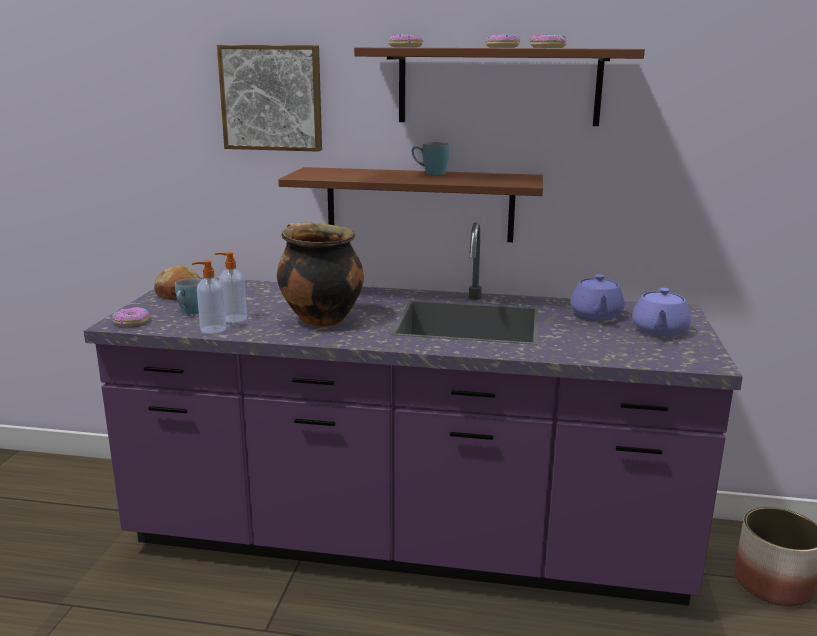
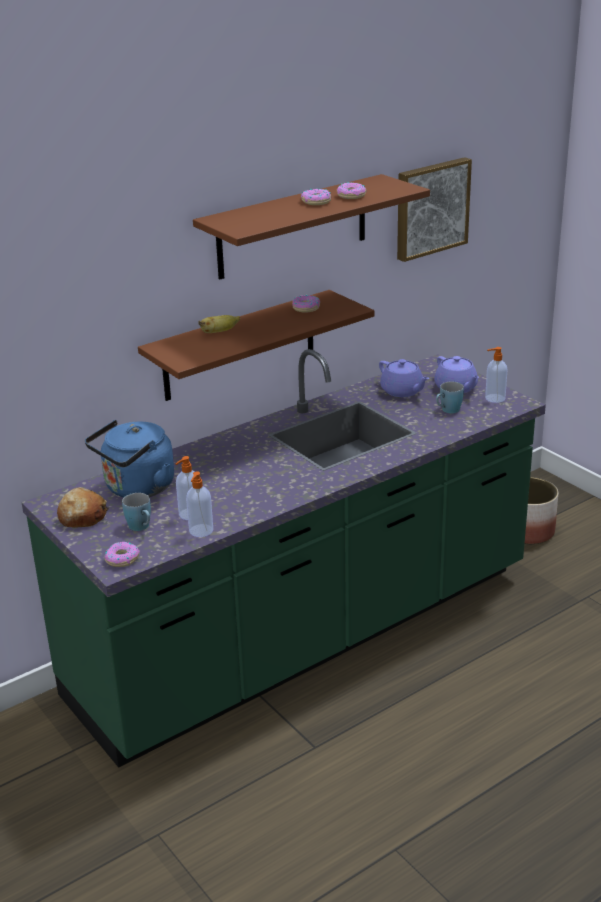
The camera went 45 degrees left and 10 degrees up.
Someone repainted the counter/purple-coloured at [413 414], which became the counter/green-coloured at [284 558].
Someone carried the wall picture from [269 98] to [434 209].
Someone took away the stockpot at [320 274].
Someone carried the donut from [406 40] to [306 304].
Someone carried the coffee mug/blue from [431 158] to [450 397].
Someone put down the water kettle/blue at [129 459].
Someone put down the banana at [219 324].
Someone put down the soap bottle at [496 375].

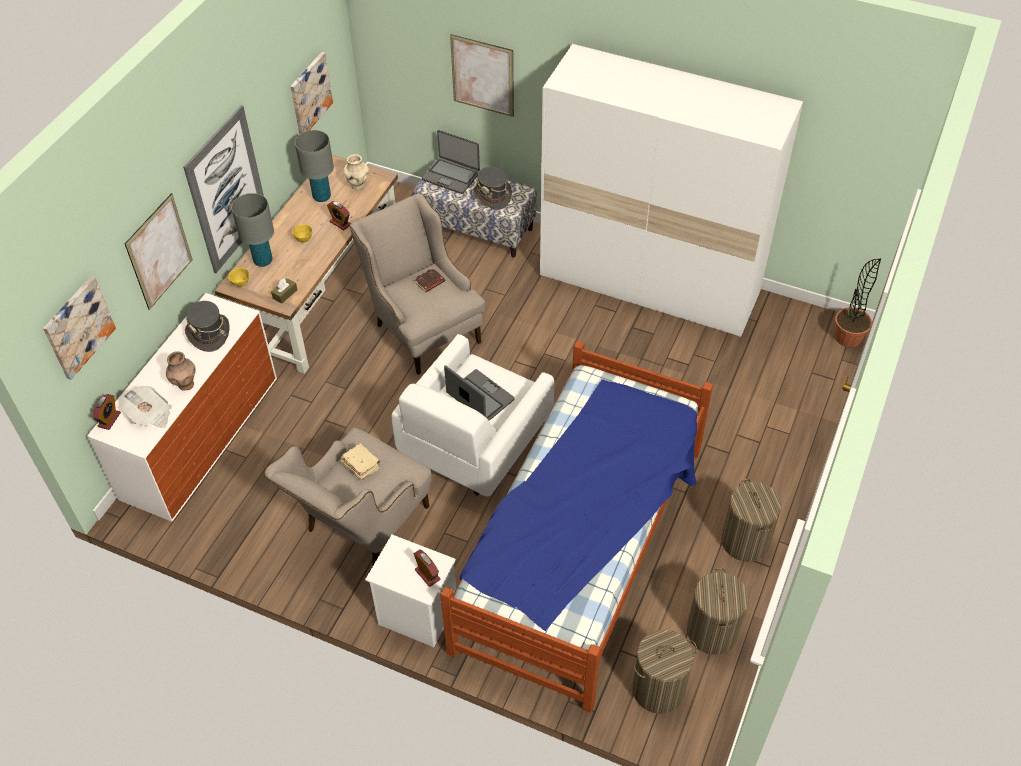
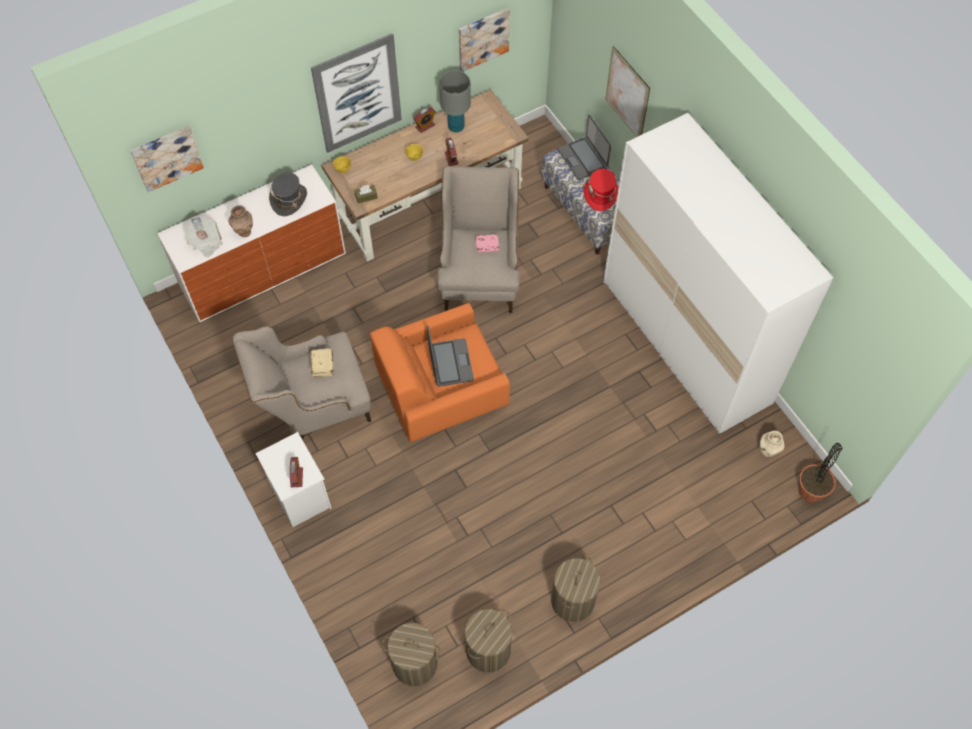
The camera went 35 degrees right and 10 degrees up.
Someone carried the bedside clock from [106 412] to [424 120].
Someone took away the wall picture at [159 251].
Someone took away the table lamp/gray at [252 230].
Someone carried the vase/sand-coloured from [356 172] to [772 444].
Someone repainted the easy chair/white at [472 415], which became the easy chair/orange at [440 372].
Someone repainted the bound book/brownish at [429 280], which became the bound book/pinkish at [487 243].
Someone took away the sleeping bed at [576 527].
Someone repainted the wearable hat/gray at [492 188], which became the wearable hat/red-coloured at [601 190].

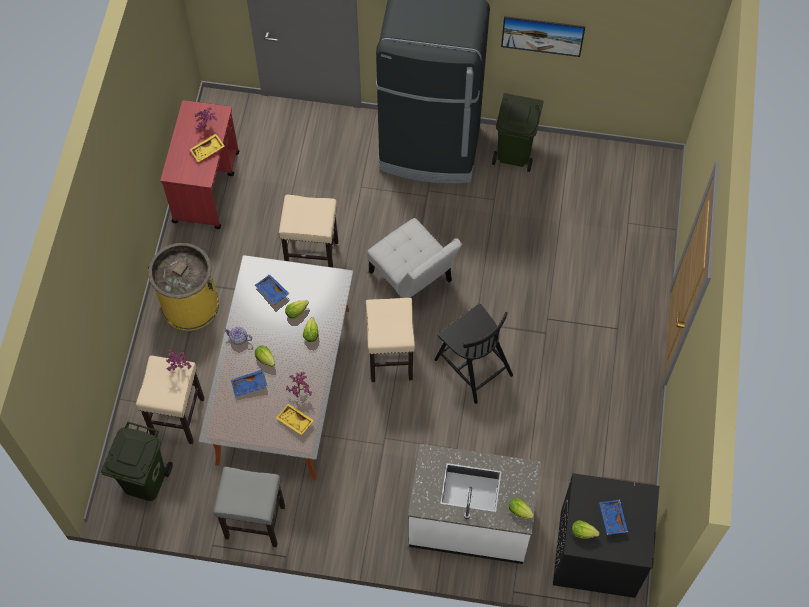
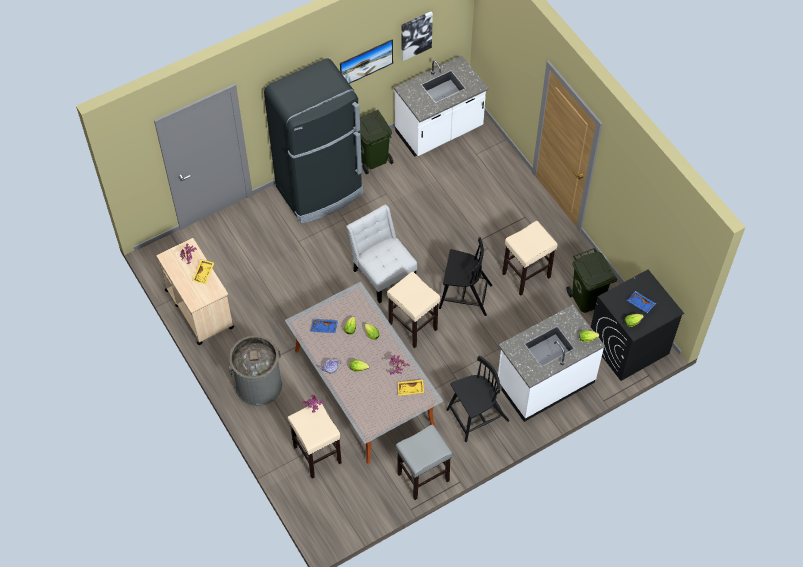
The camera went 40 degrees left and 5 degrees down.
Someone carried the trash can/green-coloured from [137 461] to [591 280].
Someone repainted the trash can/yellowish at [183 287], which became the trash can/gray at [255 370].
Someone repainted the wheeled cart/red-coloured at [200 164], which became the wheeled cart/sand-coloured at [195 291].
Someone took away the carrying tray/blue at [249 383].
Someone carried the stool seat/sand-coloured from [308 231] to [530 258].
Someone rotated the plain chair/white at [414 258] by 135 degrees counterclockwise.
Someone put down the counter/white at [441 106].
Someone put up the wall picture at [417 36].
Someone put down the plain chair/black-coloured at [477 399].

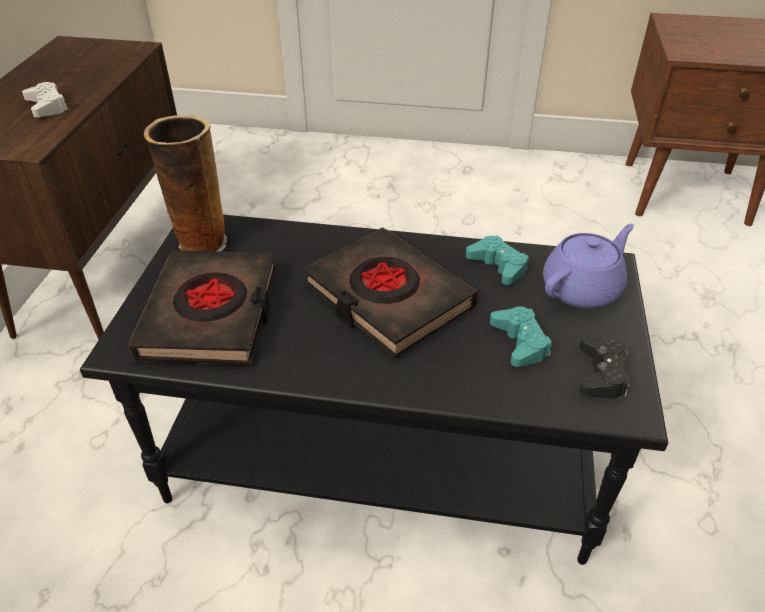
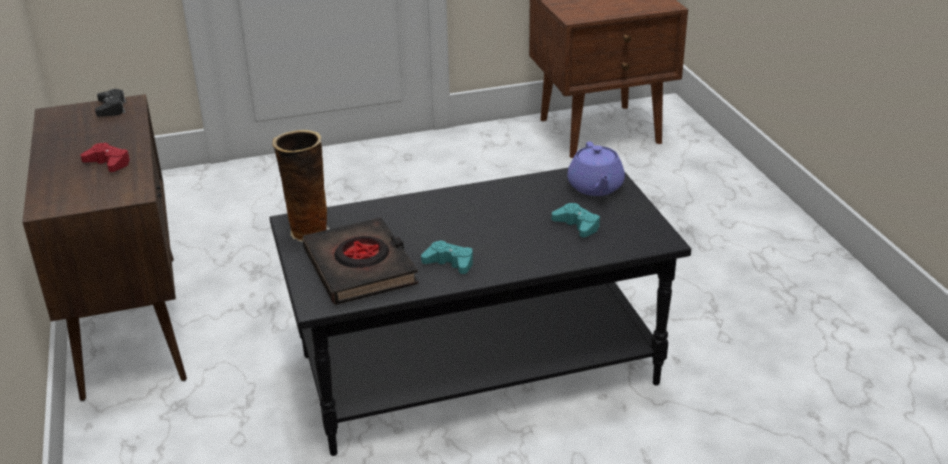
The camera went 25 degrees left and 10 degrees down.
Someone repainted the game controller/white at [45 99], which became the game controller/red-coloured at [105 157].
Someone took away the bound book/black-coloured at [390 293].
Someone carried the game controller/turquoise-coloured from [497 260] to [447 257].
Someone rotated the pot for tea/purple-coloured at [588 266] by 150 degrees clockwise.
Someone carried the game controller/black-coloured from [604 367] to [110 102].

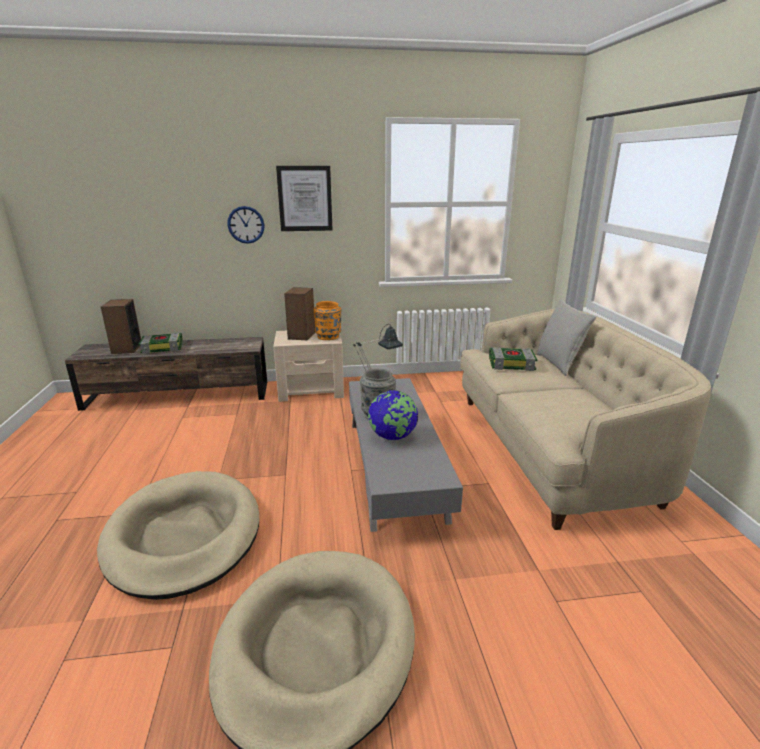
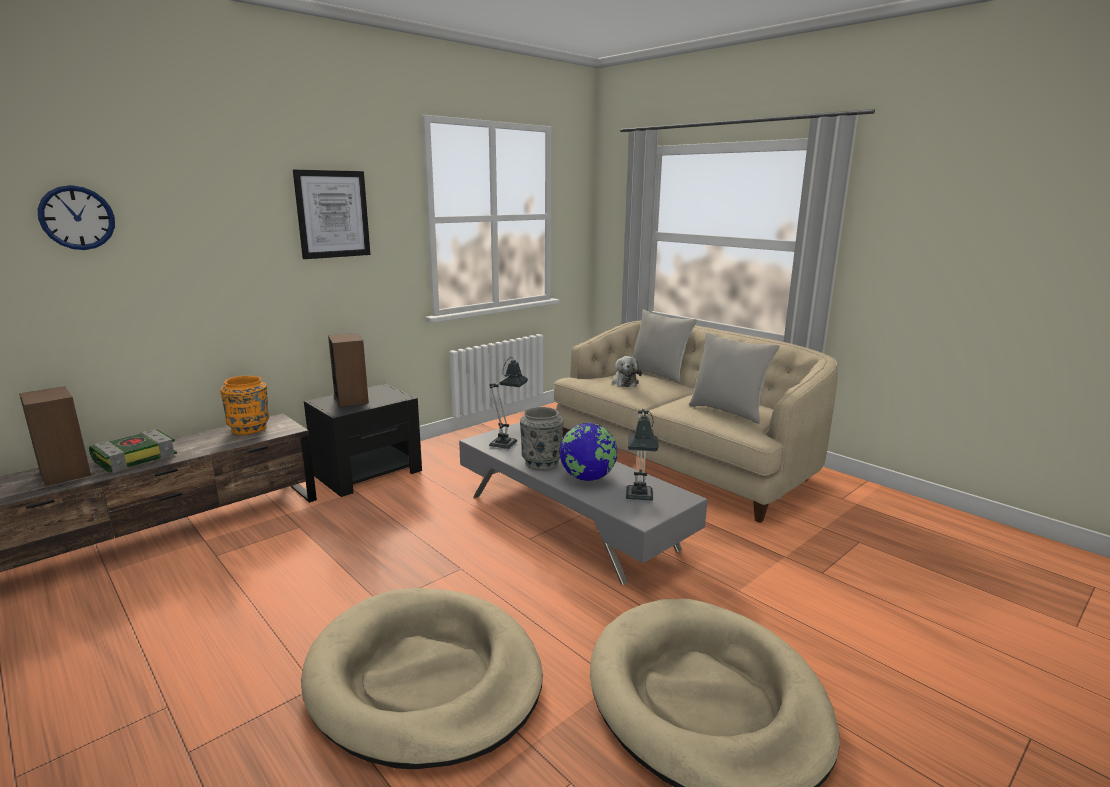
The camera went 35 degrees left and 5 degrees down.
Someone carried the wall clock from [245 225] to [76 217].
Someone repainted the bedside table/sand-coloured at [308 366], which became the bedside table/black-coloured at [363 440].
Someone carried the vase/orange from [327 320] to [244 405].
Someone swapped the bound book at [513 359] for the cuddly toy at [627 371].
Someone put down the table lamp at [642 455].
Someone put down the pillow/gray at [734 378].

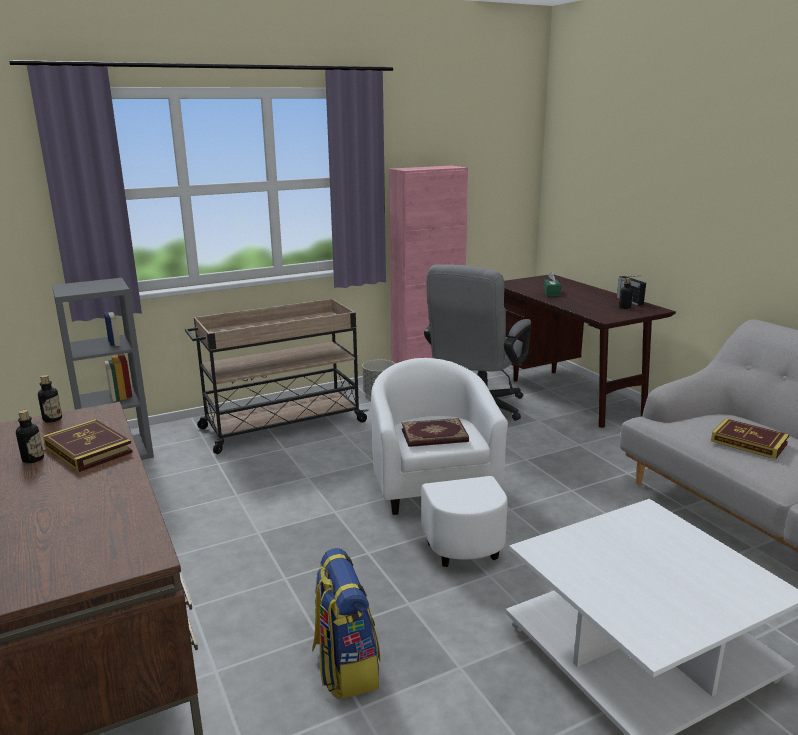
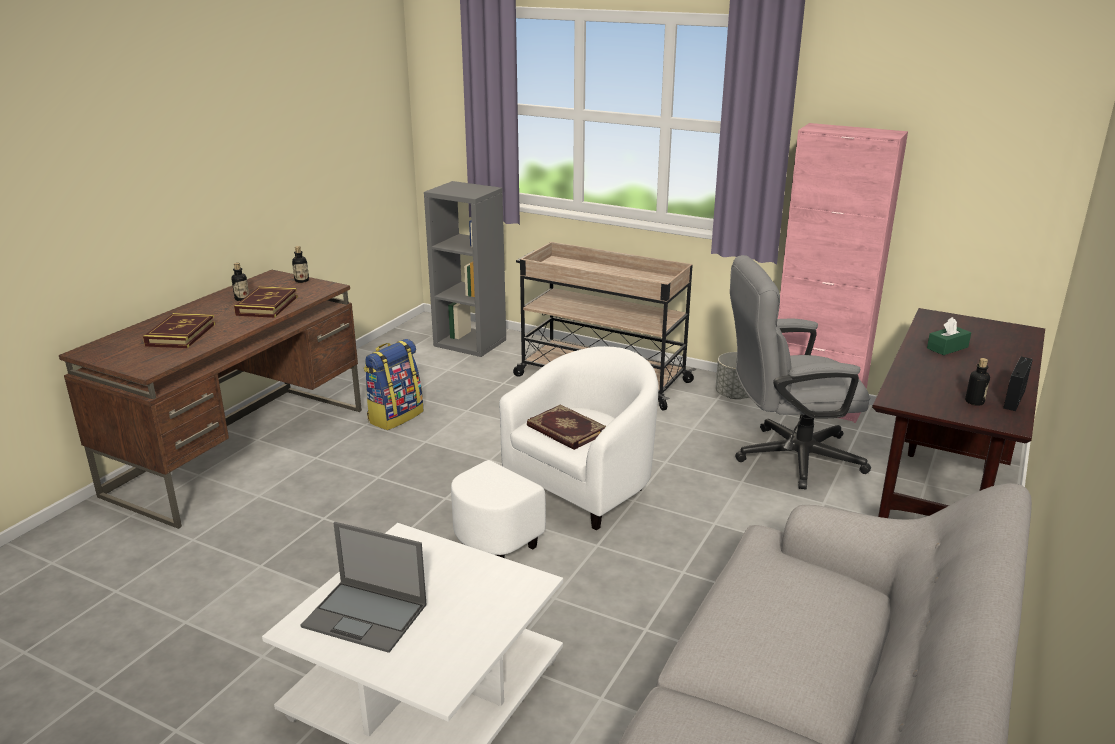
The camera went 55 degrees right and 5 degrees up.
Someone carried the backpack from [346 623] to [394 384].
Someone carried the bound book from [750 439] to [179 330].
Someone put down the laptop at [363 587].

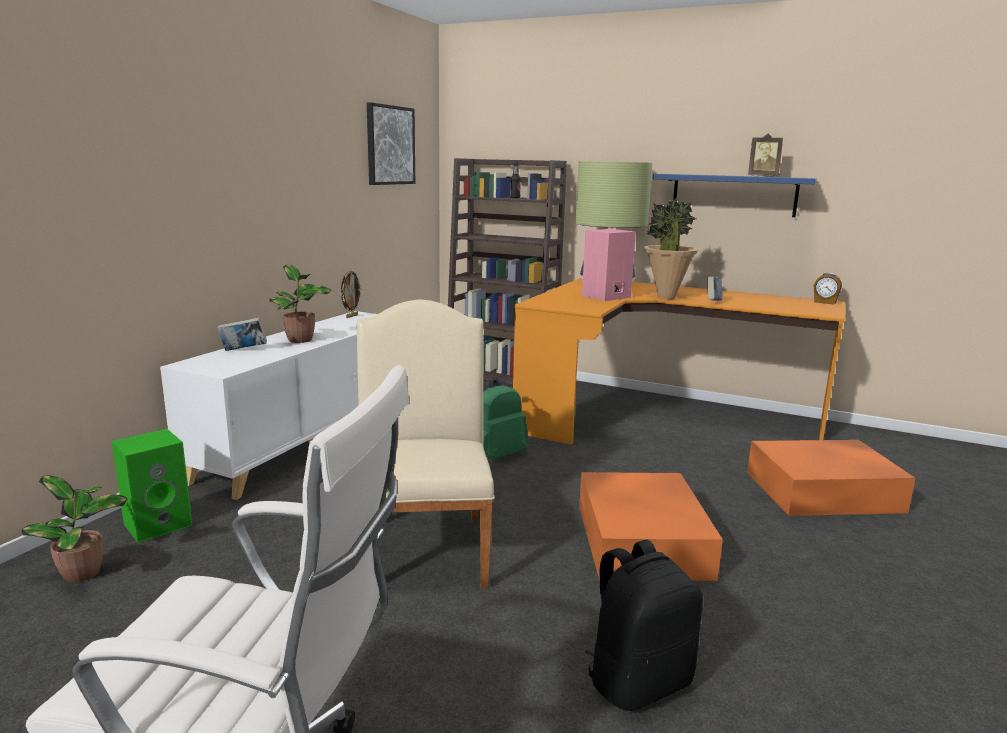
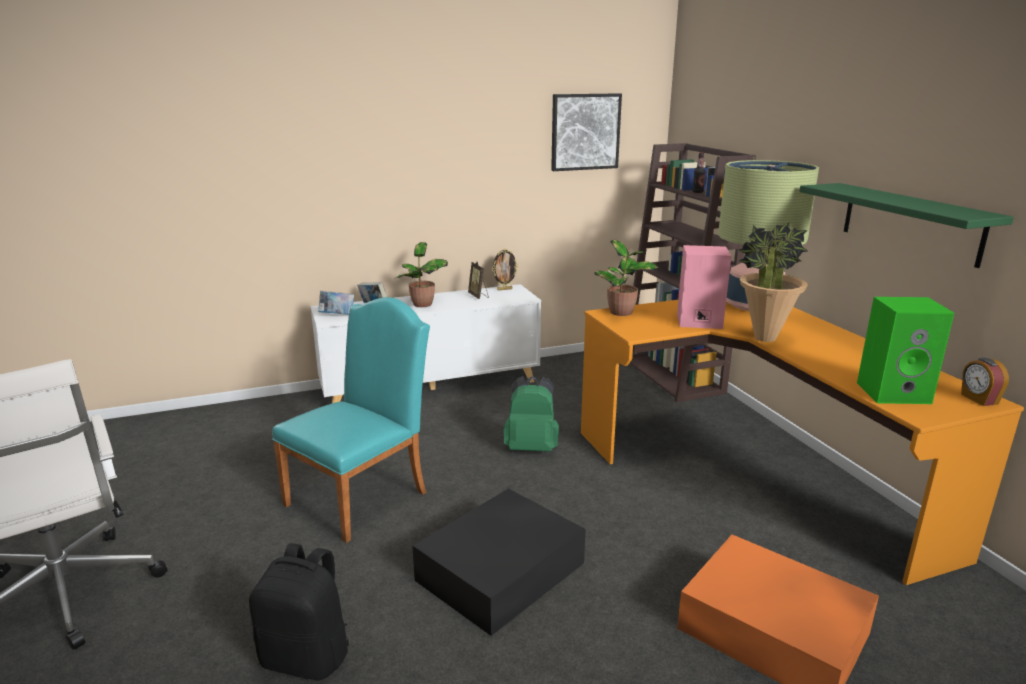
The camera went 45 degrees right and 5 degrees up.
Someone carried the potted plant from [74 529] to [627 278].
Someone carried the speaker/green-coloured from [152 486] to [905 350].
Someone repainted the plain chair/sand-coloured at [426 444], which became the plain chair/turquoise-coloured at [351 420].
Someone repainted the storage container/orange at [651 526], which became the storage container/black-coloured at [499 562].
Someone repainted the shelf/blue at [735 195], which became the shelf/green-coloured at [906 225].
Someone carried the bound book from [714 288] to [336 303].
Someone carried the picture frame from [765 155] to [478 280].

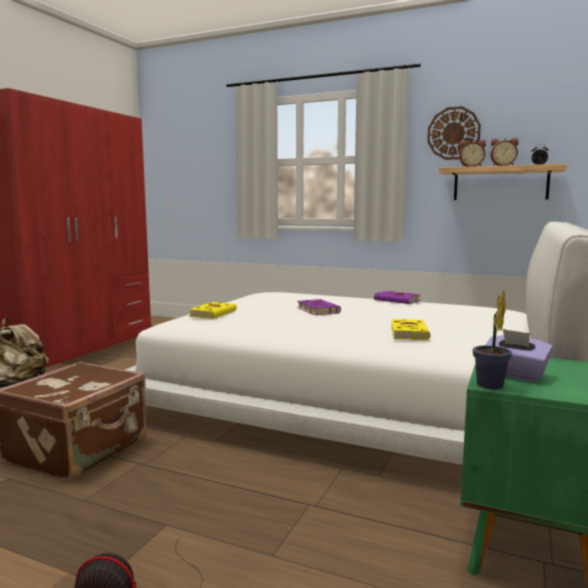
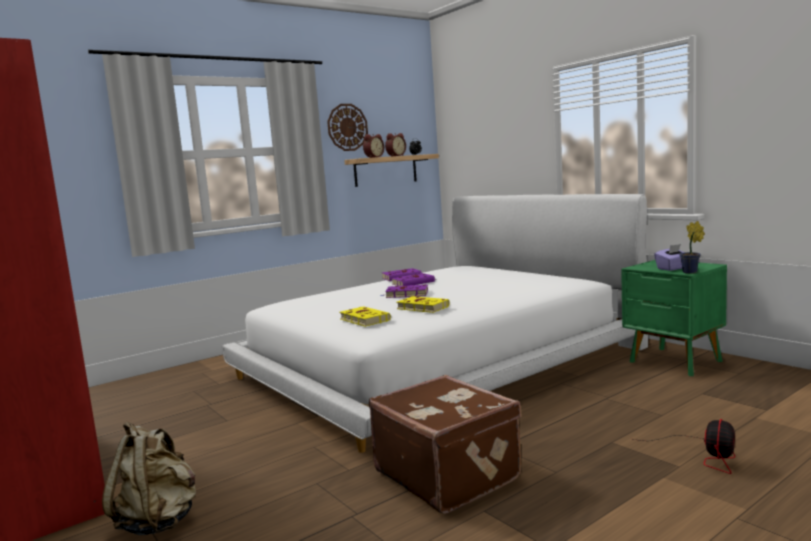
The camera went 60 degrees left and 0 degrees up.
Someone carried the bound book/yellowish from [411 329] to [423 304].
Someone put down the bound book/purple-coloured at [413 279].

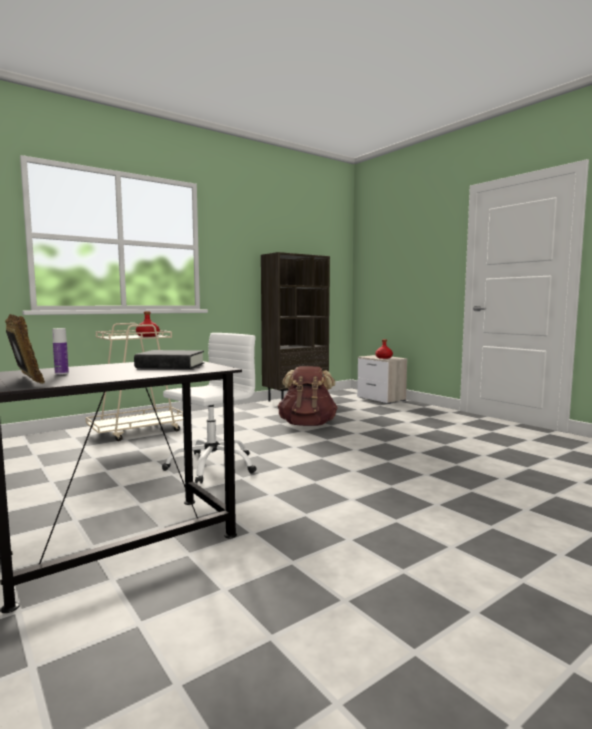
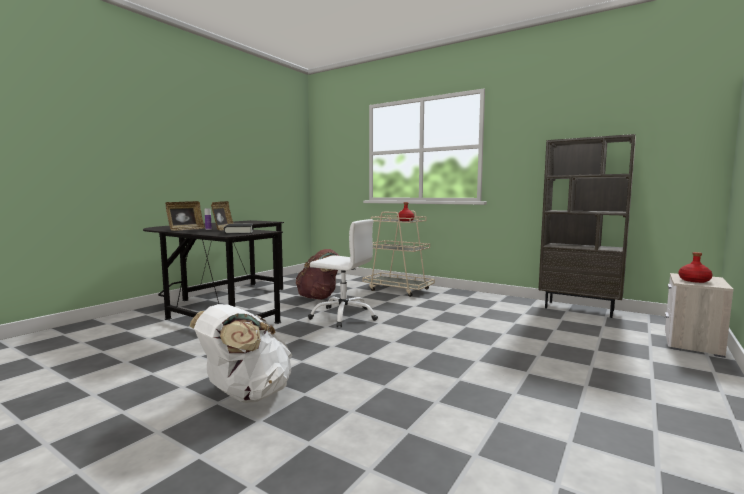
The camera went 70 degrees right and 0 degrees up.
Someone carried the backpack/brownish from [308 396] to [317 274].
Someone put down the backpack/white at [241 353].
Someone put down the picture frame at [222 216].

